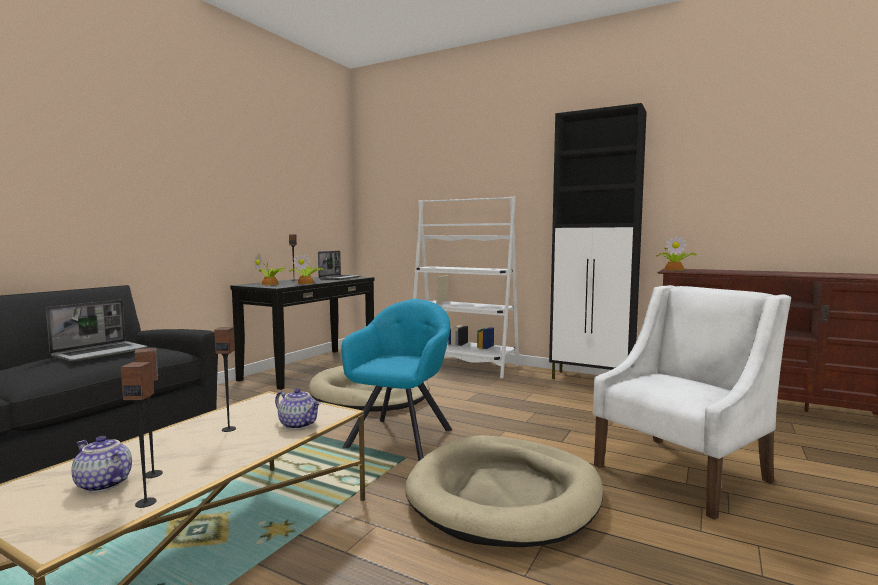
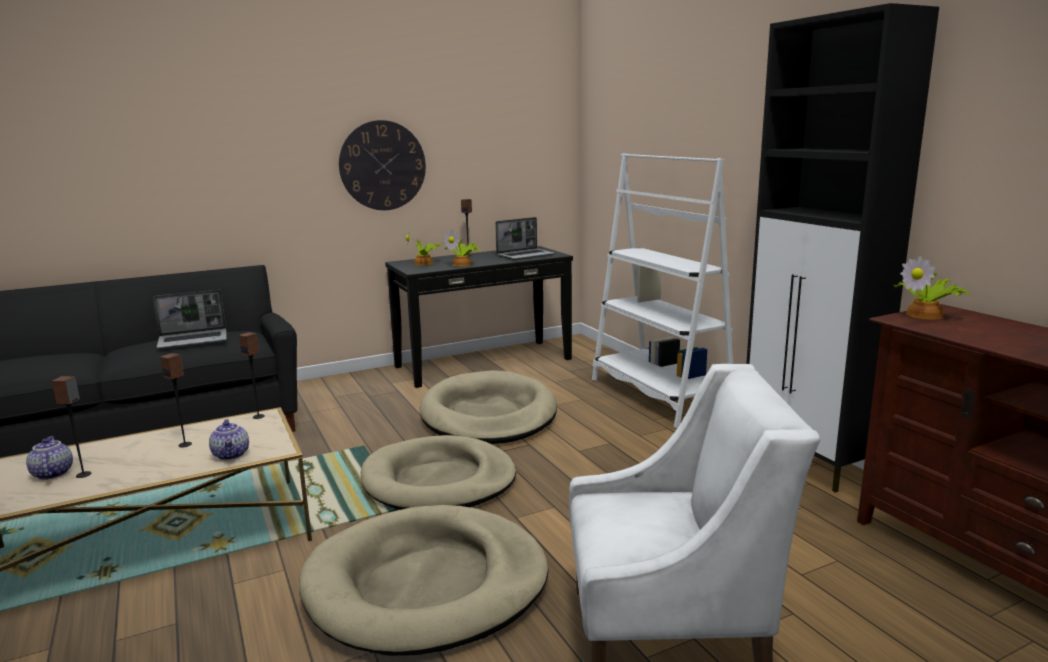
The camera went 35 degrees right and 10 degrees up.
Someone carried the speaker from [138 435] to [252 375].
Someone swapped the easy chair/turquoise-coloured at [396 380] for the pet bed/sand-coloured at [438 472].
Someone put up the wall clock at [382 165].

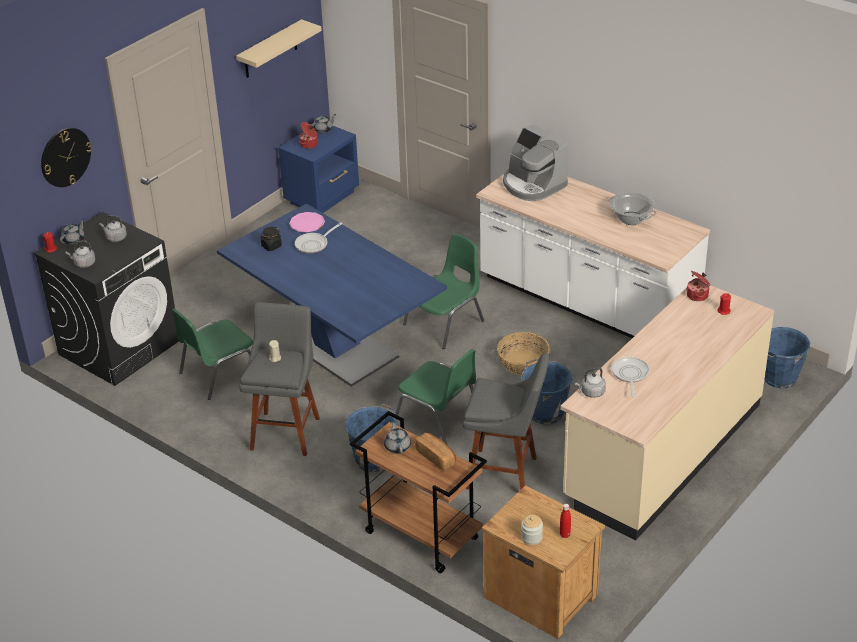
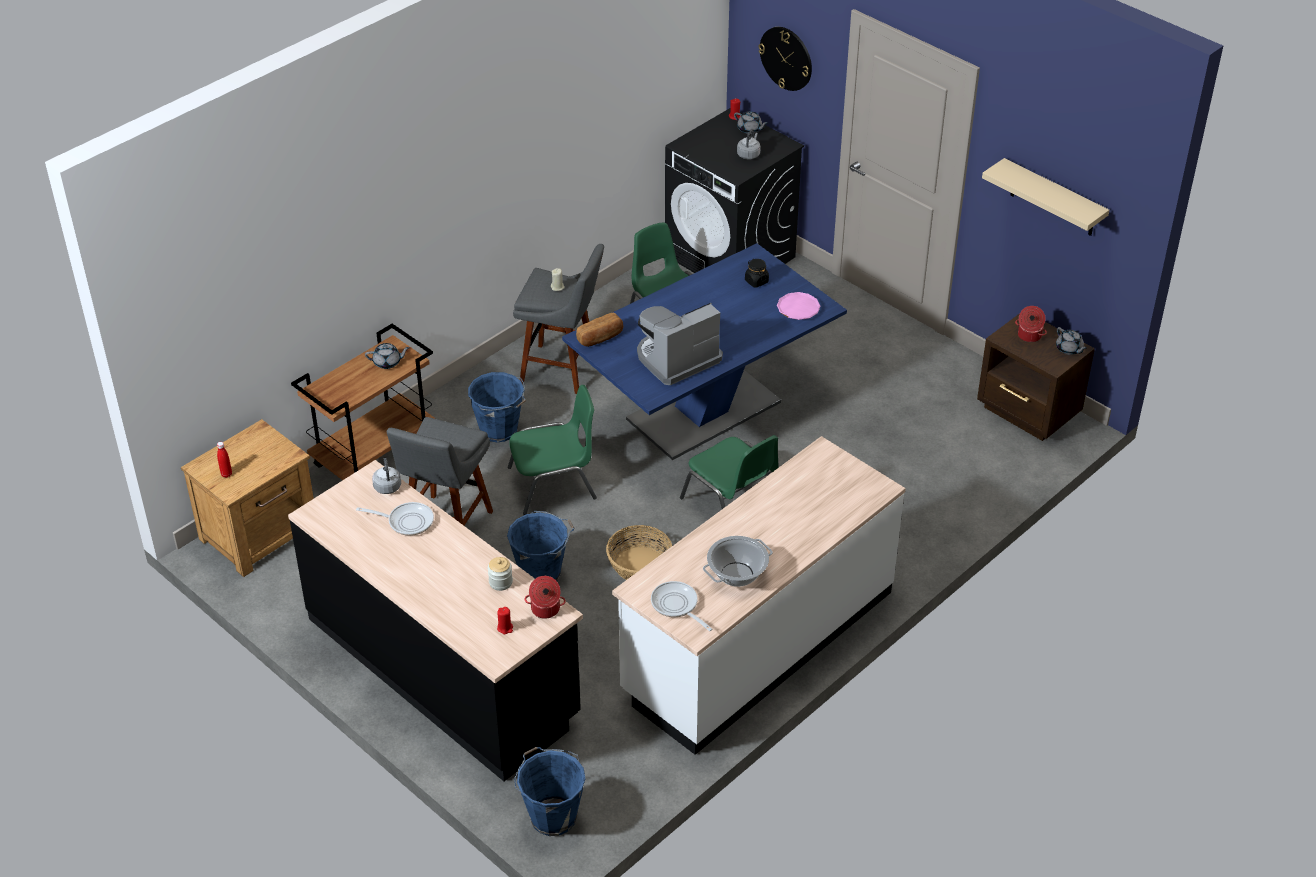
The camera went 95 degrees right and 5 degrees up.
Someone took away the water kettle/gray at [81 254].
Someone repainted the bedside table/blue at [318 169], which became the bedside table/brownish at [1036 377].
Someone carried the pan from [318 238] to [681 606].
Someone rotated the plain chair/green-coloured at [435 396] by 150 degrees counterclockwise.
Someone carried the bakery bread from [435 452] to [599 330].
Someone carried the coffee brewer from [535 163] to [680 344].
Someone carried the storage jar from [532 529] to [500 574].
Someone repainted the counter/sand-coloured at [667 413], which became the counter/black-coloured at [435 620].

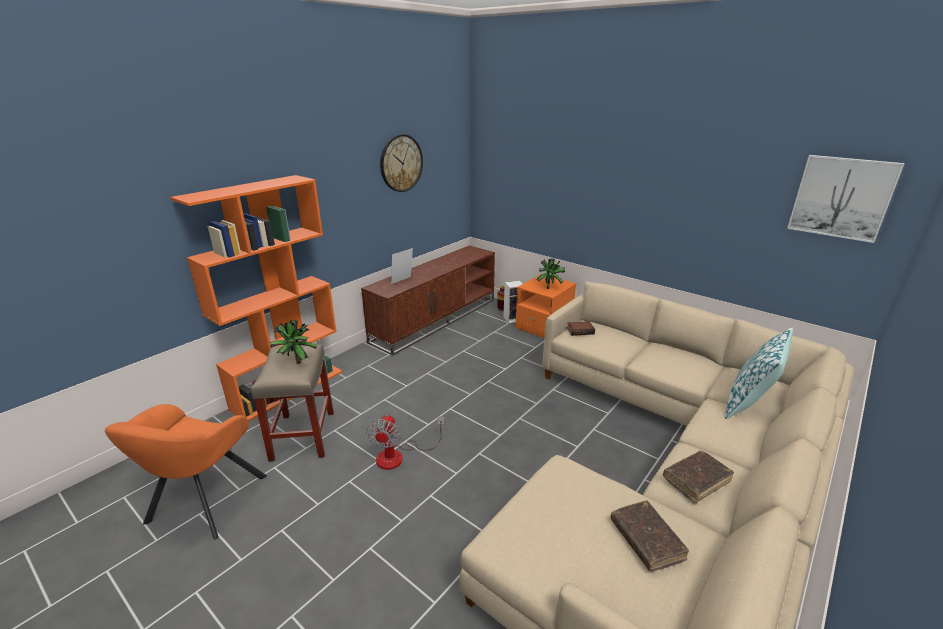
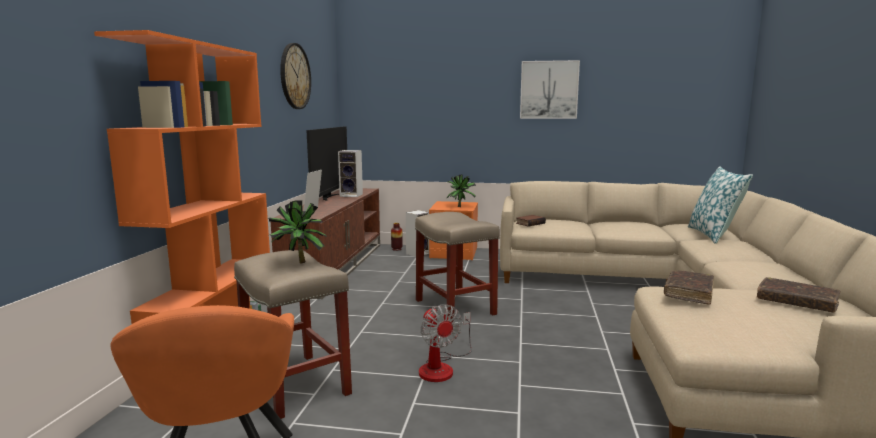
The camera went 30 degrees left and 15 degrees down.
Someone carried the bound book/brownish from [698 477] to [689 287].
Someone carried the wall picture from [846 199] to [550 89].
Someone put down the TV set at [326 163].
Someone put down the speaker at [350 173].
Someone put down the stool seat/sand-coloured at [457 267].

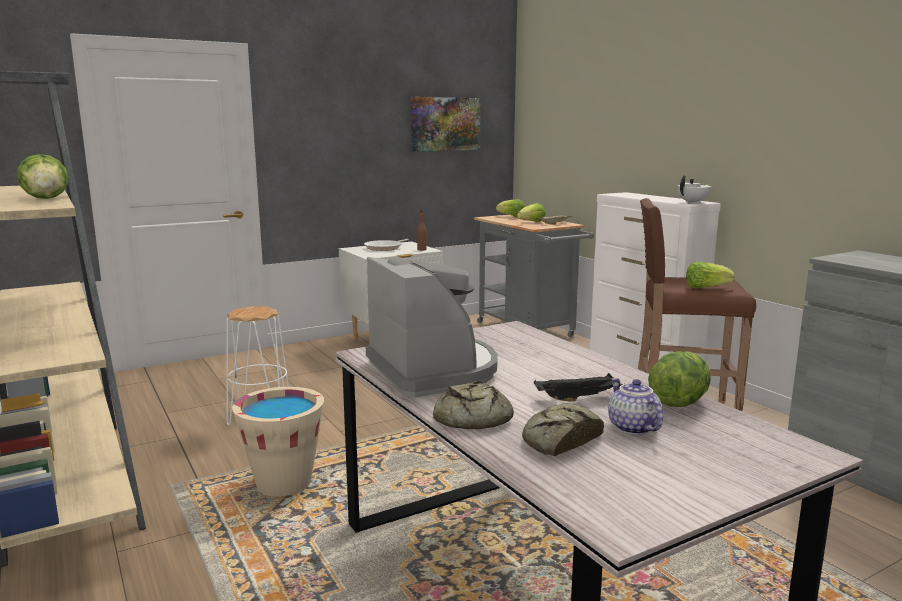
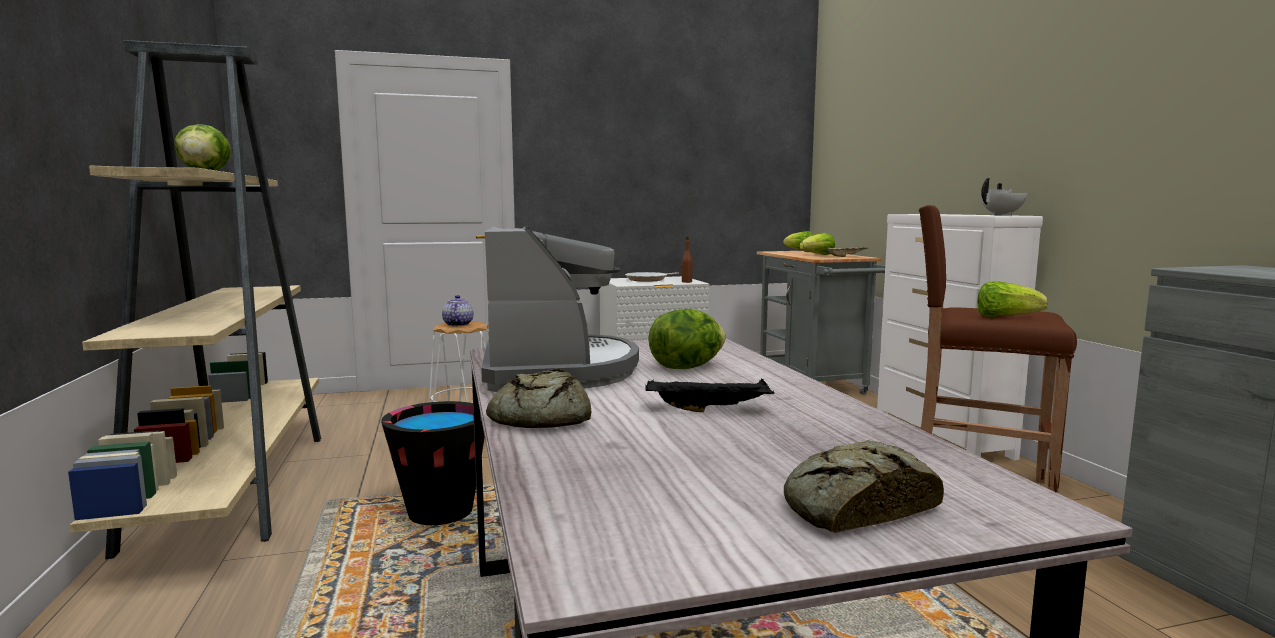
The camera went 15 degrees right and 5 degrees down.
Someone repainted the bucket/sand-coloured at [278 441], which became the bucket/black-coloured at [433 463].
Someone took away the wall picture at [446 124].
Someone carried the bakery bread from [563 429] to [864 486].
Someone carried the pot for tea from [635 406] to [457 310].
Someone carried the lettuce head from [679 379] to [687 339].

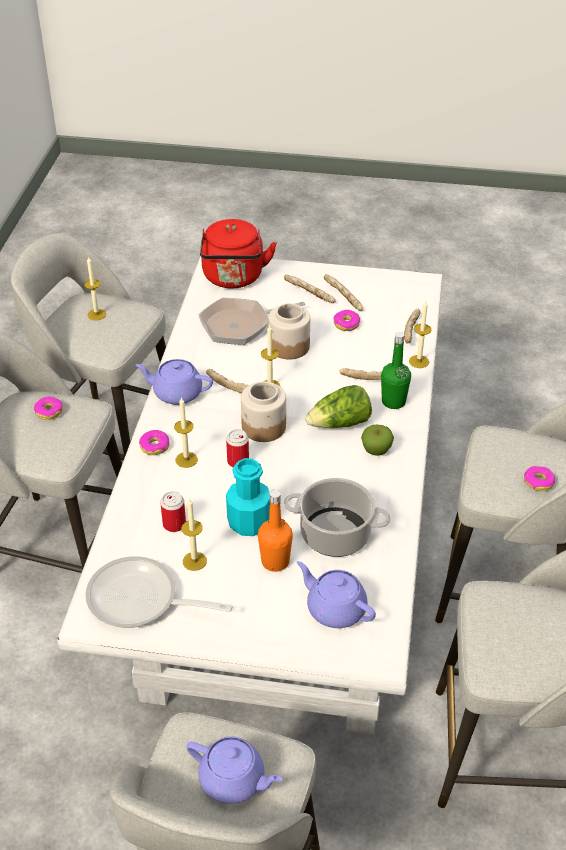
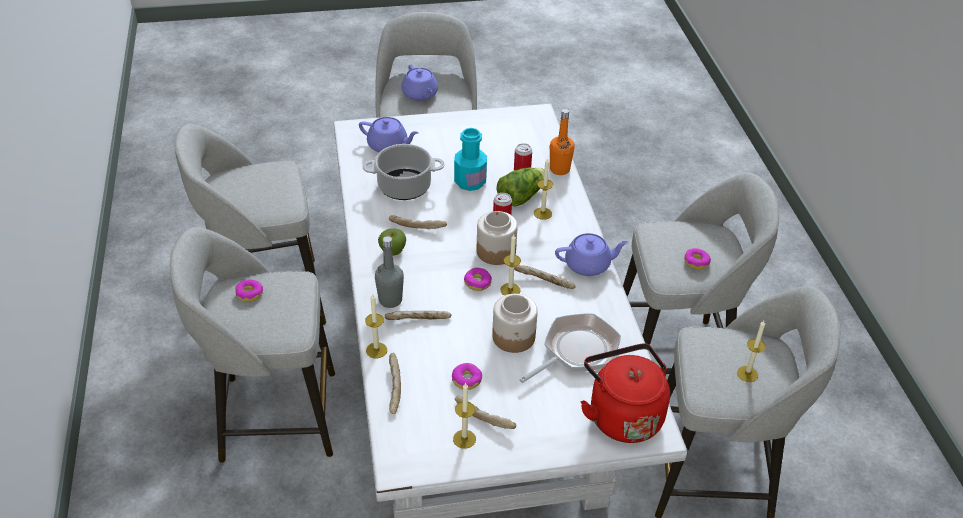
The camera went 160 degrees right and 0 degrees up.
Someone took away the pan at [159 592].
Someone carried the donut from [154 442] to [478 279].
Someone carried the wax light from [194 534] to [464 415].
Someone rotated the pot for tea/purple-coloured at [234 770] by 120 degrees counterclockwise.
Someone carried the beverage bottle/orange from [275 531] to [562 142].
Someone carried the bakery bread from [310 289] to [418 222].
Someone carried the lettuce head from [338 406] to [520 187].
Someone repainted the beverage bottle/green-coloured at [396 370], which became the beverage bottle/gray at [389 272].

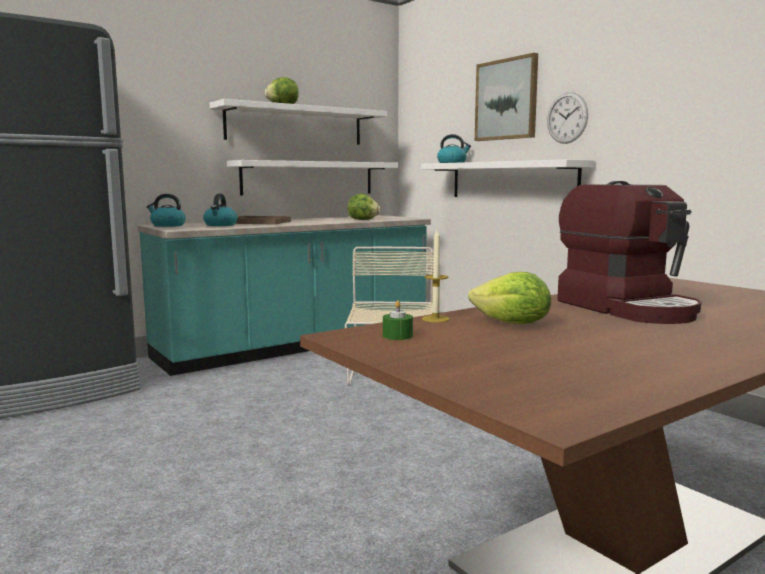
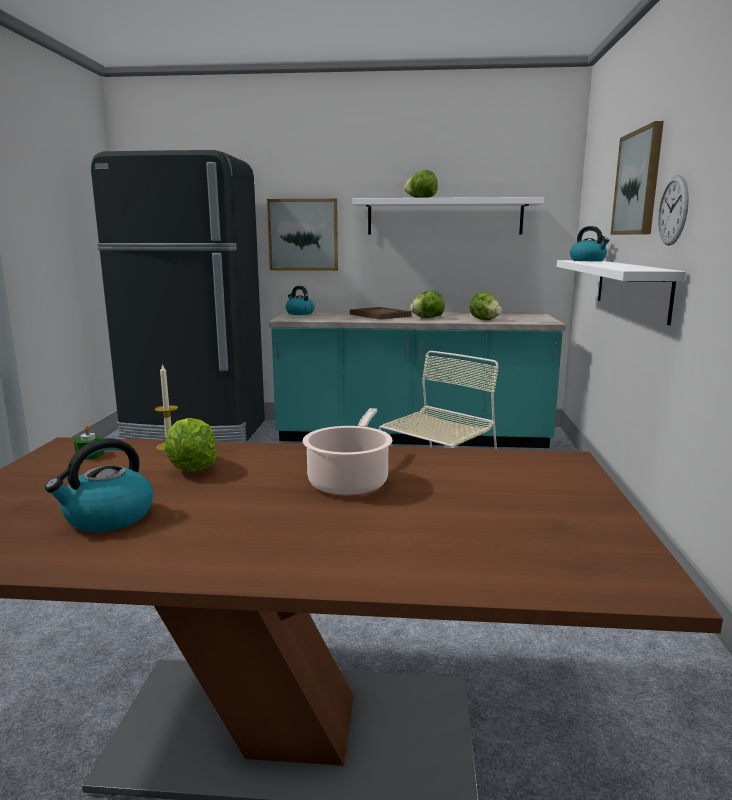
The camera went 40 degrees right and 5 degrees up.
Someone carried the water kettle from [220 210] to [99 485].
Someone took away the shelf/white at [312 178].
Someone swapped the coffee brewer at [629 252] for the stockpot at [347 452].
Someone put up the wall picture at [302 235].
Someone put down the lettuce head at [427 304].

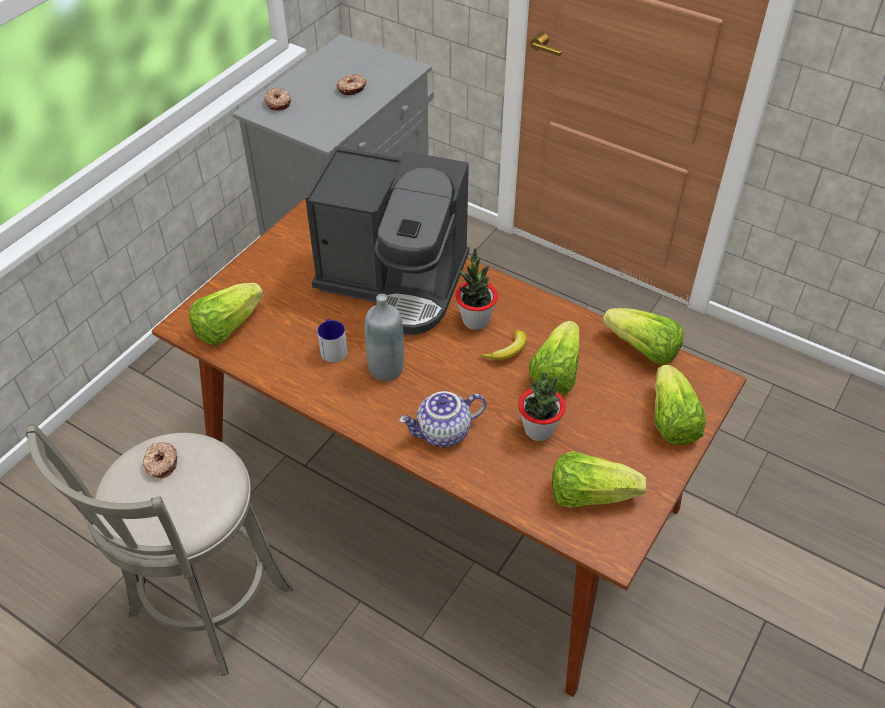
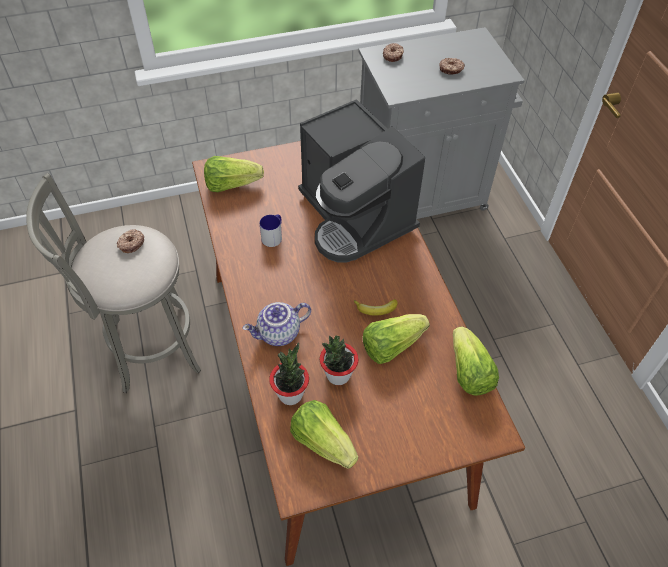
The camera went 40 degrees right and 5 degrees up.
Someone took away the beverage bottle/gray at [384 337].
Someone rotated the pot for tea at [442 419] by 45 degrees counterclockwise.
Someone carried the potted plant from [476 289] to [289 374].
Someone took away the lettuce head at [680 405].

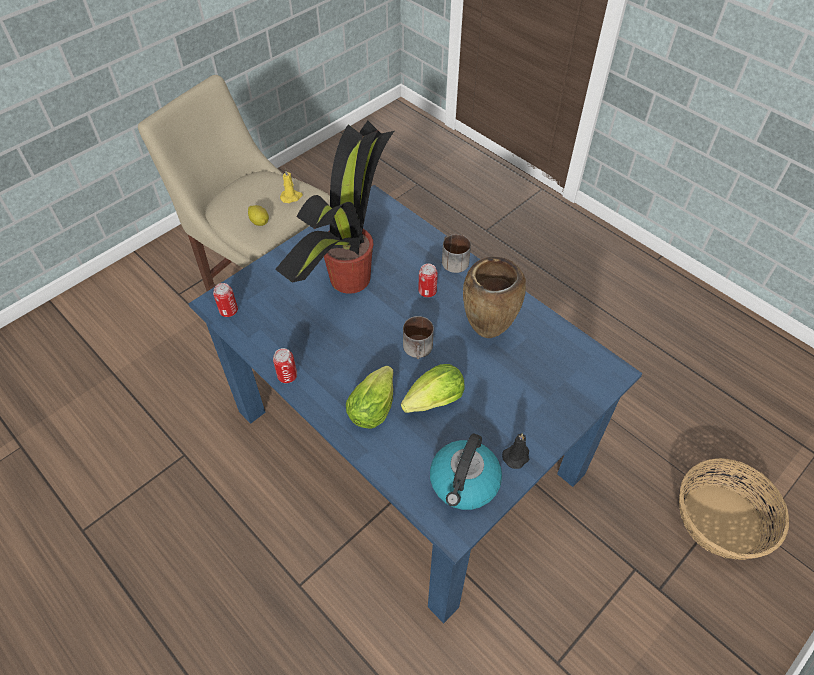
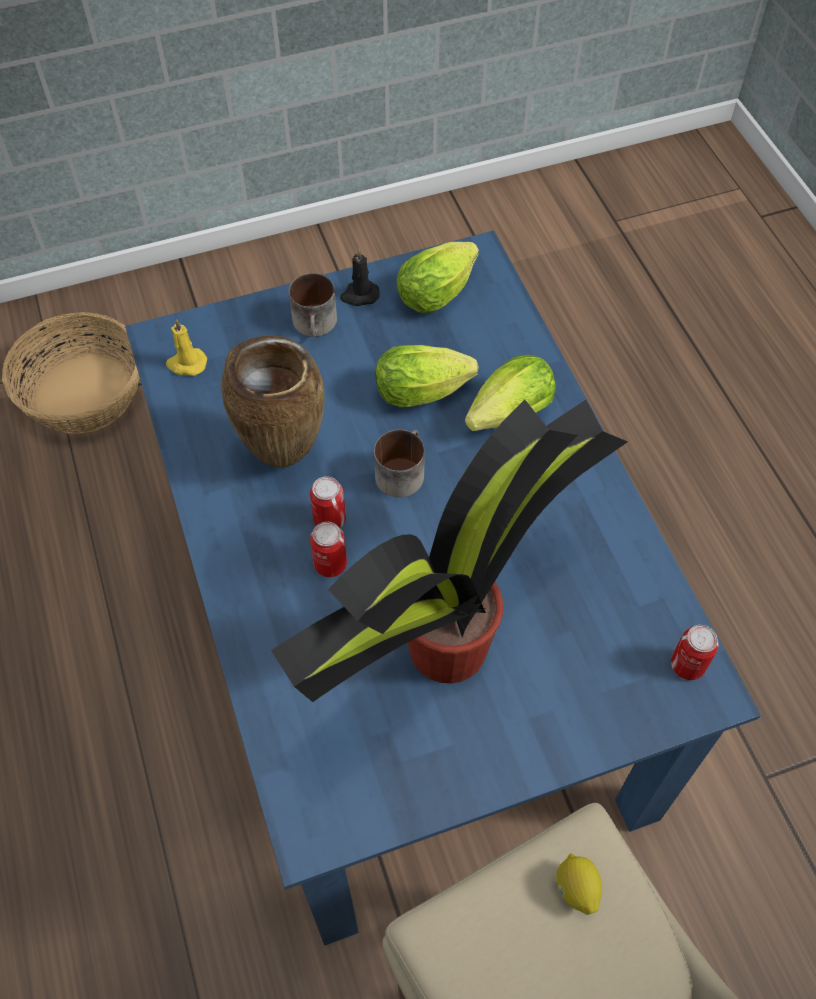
The camera went 155 degrees left and 5 degrees up.
Someone carried the metal can from [285 365] to [328 502].
Someone carried the wax light/yellowish from [291 185] to [186 347].
Someone swapped the water kettle at [466 471] for the lettuce head at [437 277].
Someone carried the coffee mug from [456 253] to [313 305].

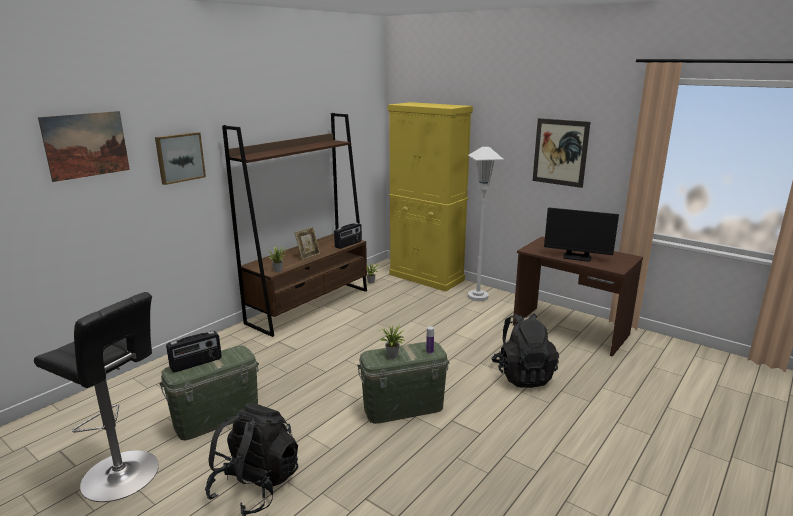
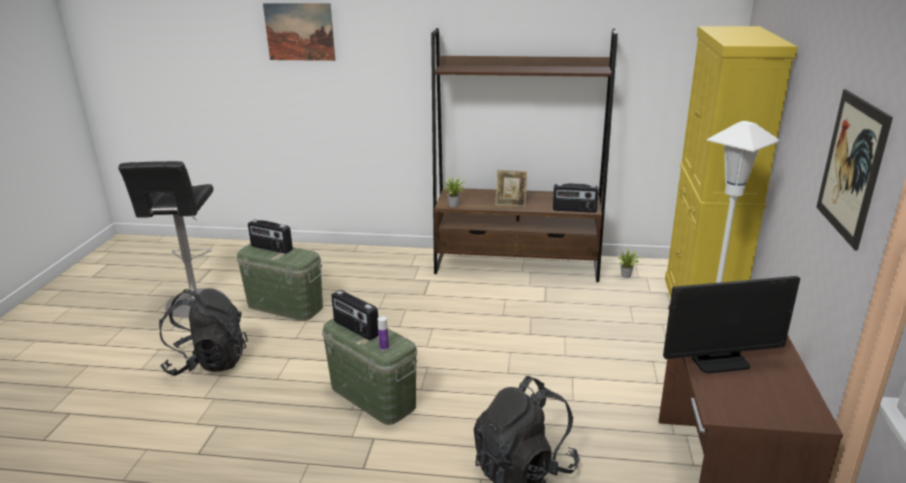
The camera went 60 degrees right and 5 degrees up.
Someone took away the wall picture at [180 158].
Someone swapped the potted plant at [391 341] for the radio at [355 315].
Someone rotated the monitor at [581 235] by 90 degrees counterclockwise.

